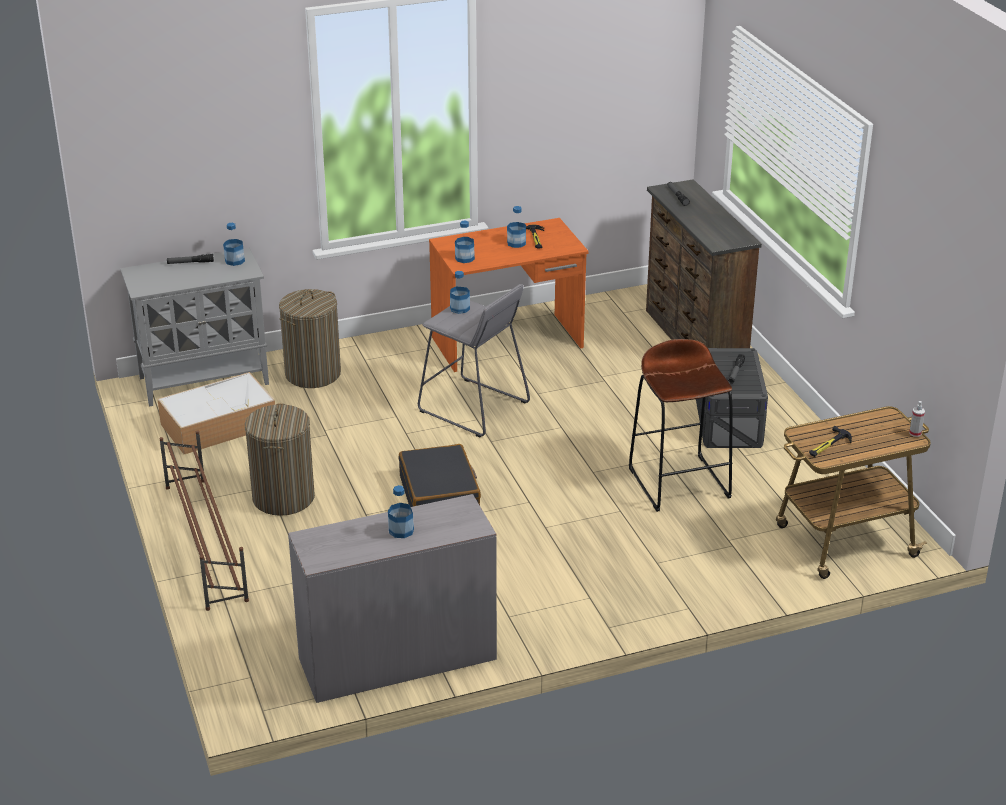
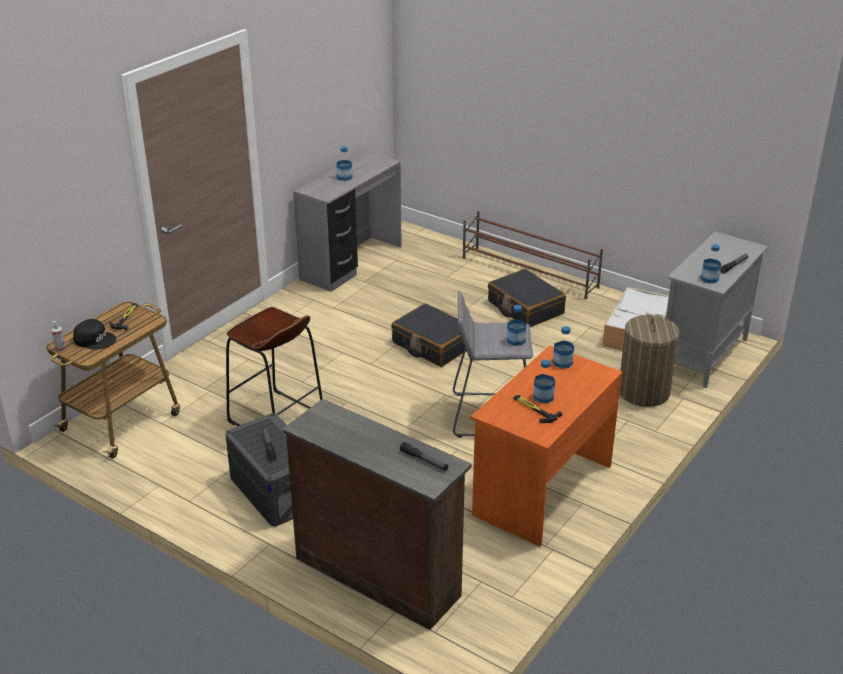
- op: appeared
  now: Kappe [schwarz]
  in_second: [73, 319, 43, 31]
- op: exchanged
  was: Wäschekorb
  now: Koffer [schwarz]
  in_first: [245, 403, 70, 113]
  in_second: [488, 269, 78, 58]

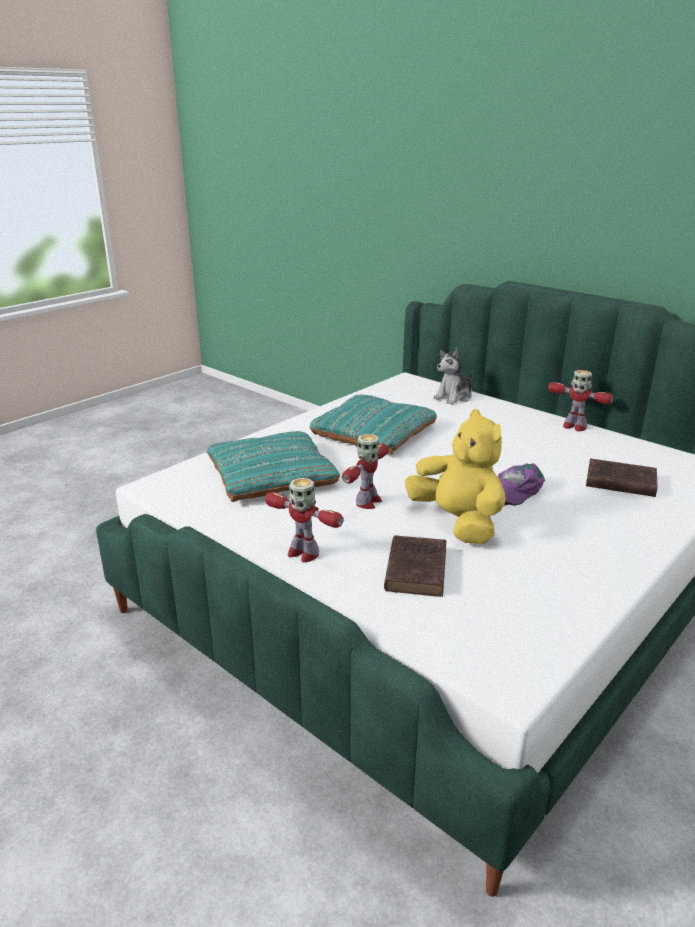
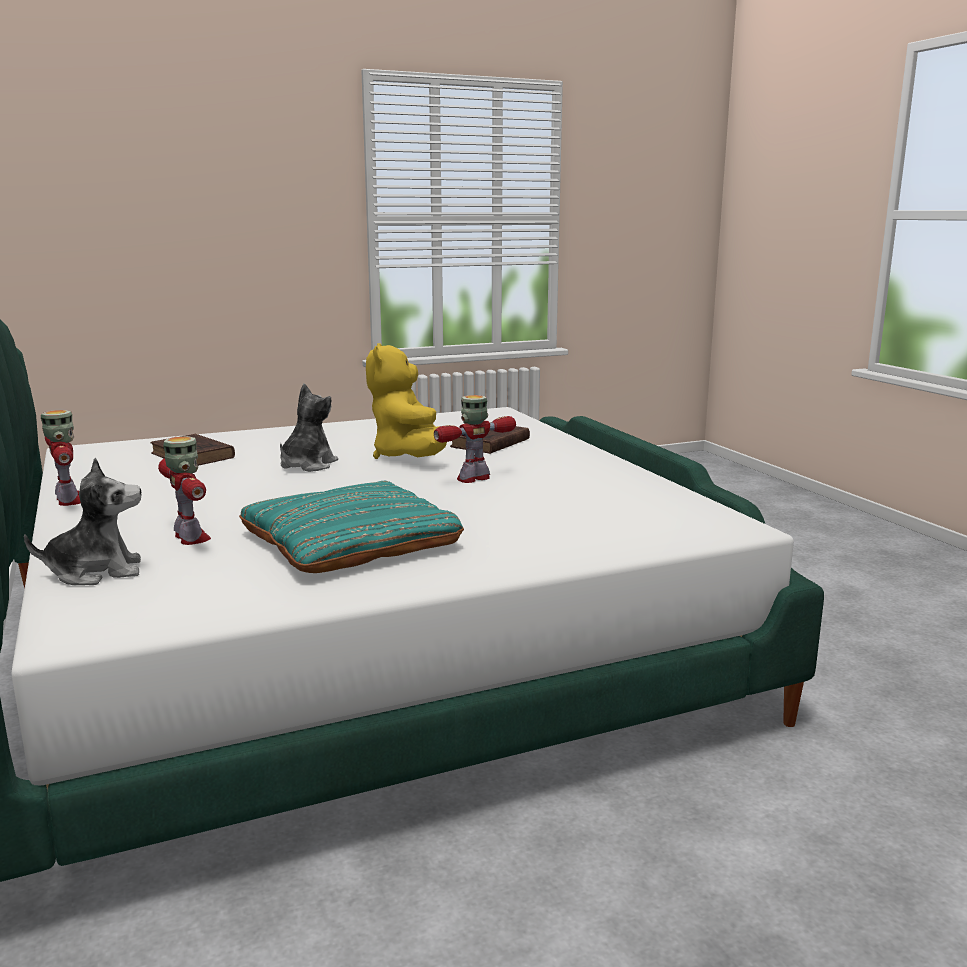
- op: missing
  was: Kissen [türkis]
  in_first: [207, 431, 133, 71]
- op: relocated
  was: Spielzeugroboter
  in_first: [265, 478, 79, 85]
  in_second: [158, 436, 53, 109]
- op: exchanged
  was: Kappe [lila]
  now: Plüschtier
  in_first: [498, 463, 47, 43]
  in_second: [280, 384, 58, 88]

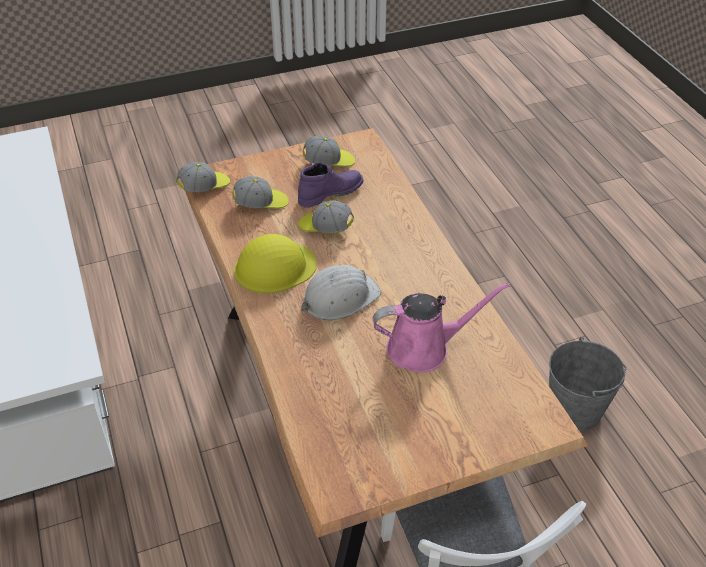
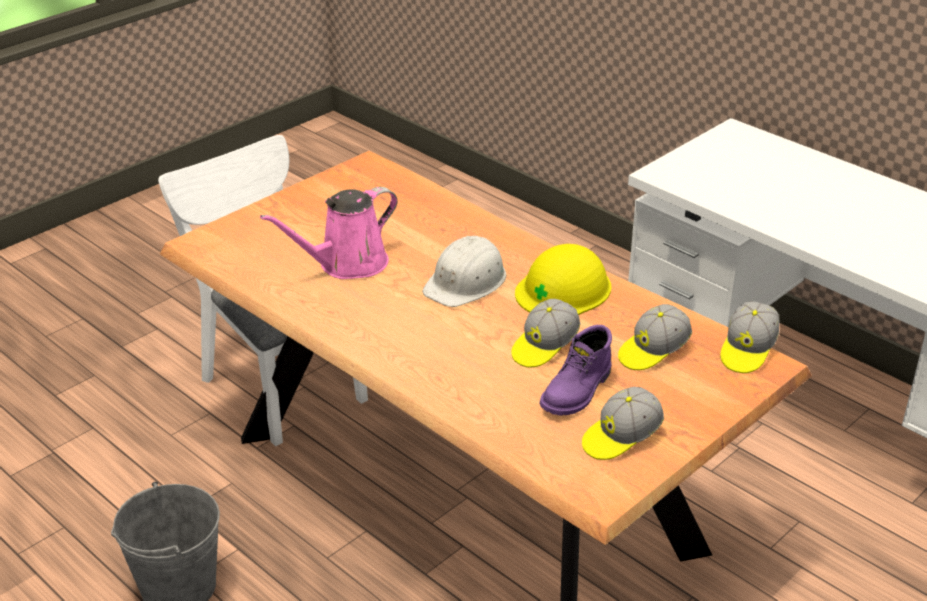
- op: spun
  was: Kappe
  in_first: [298, 200, 56, 33]
  in_second: [511, 299, 70, 69]
  clockwise: 135

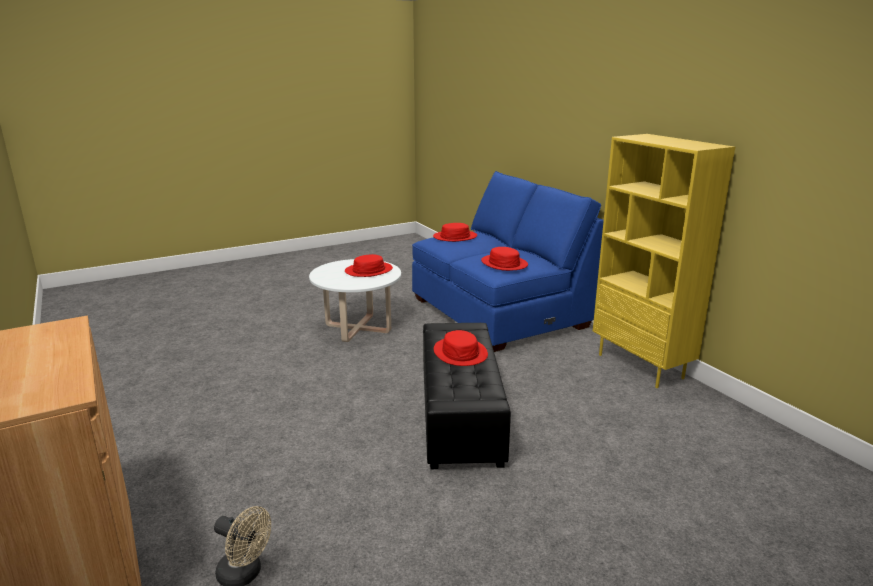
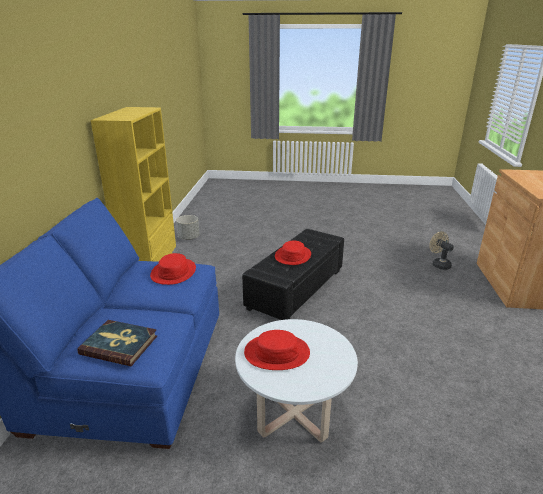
- op: appeared
  now: Pflanzkübel [grau]
  in_second: [176, 215, 24, 25]
- op: exchanged
  was: Hut [rot]
  now: Buch
  in_first: [433, 223, 44, 19]
  in_second: [78, 320, 79, 46]

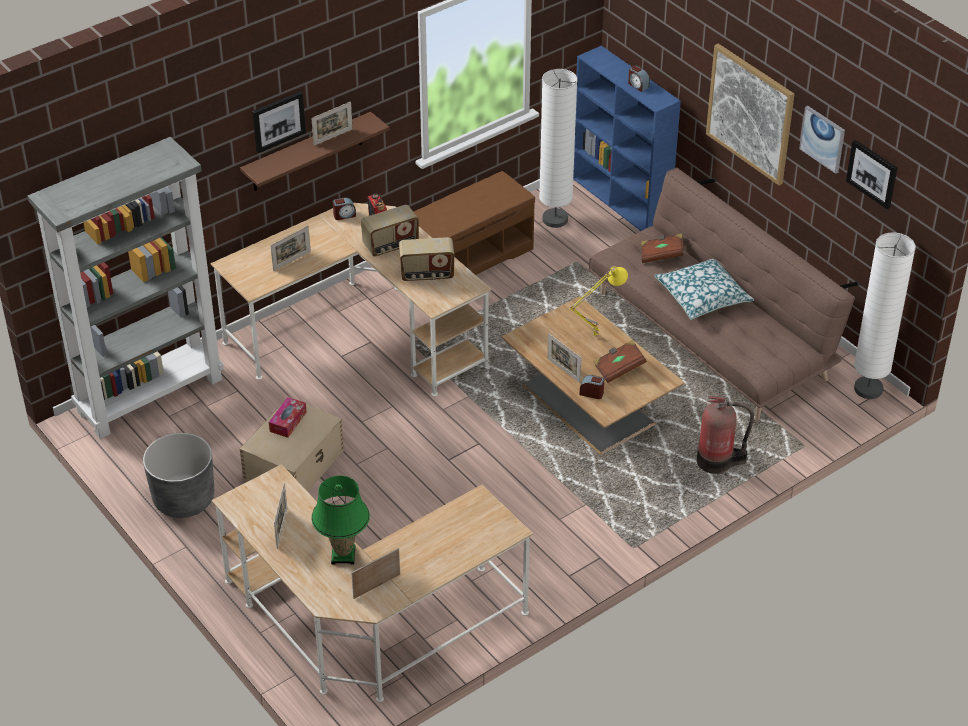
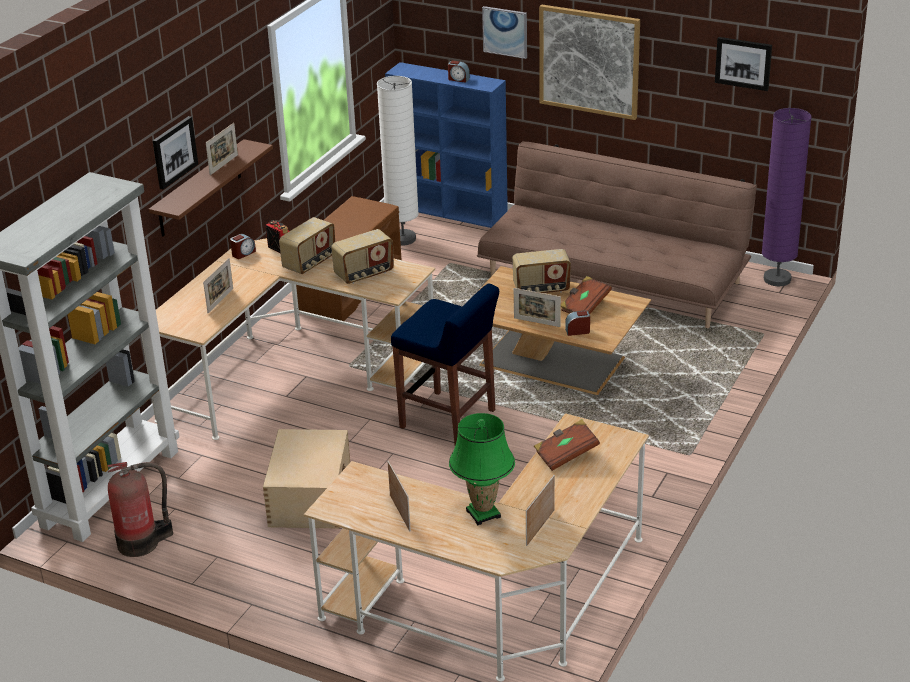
- op: missing
  was: Pflanzkübel [grau]
  in_first: [143, 433, 71, 85]
- op: missing
  was: Taschentuchbox
  in_first: [269, 397, 38, 41]
- op: missing
  was: Kissen
  in_first: [654, 259, 100, 61]
- op: appeared
  now: Hocker [blau]
  in_second: [391, 283, 108, 162]
- op: relocated
  was: Buch [braun]
  in_first: [641, 234, 42, 29]
  in_second: [534, 419, 66, 52]
- op: relocated
  was: Feuerlöscher
  in_first: [697, 396, 57, 78]
  in_second: [107, 462, 66, 95]
- op: relocated
  was: Bild
  in_first: [799, 106, 46, 68]
  in_second: [482, 6, 45, 53]
- op: exchanged
  was: Tischlampe [gelb]
  now: Radio
  in_first: [569, 266, 59, 71]
  in_second: [512, 249, 59, 44]
- op: colour
  was: Stehlampe [weiß]
  now: Stehlampe [lila]
  in_first: [854, 232, 62, 167]
  in_second: [762, 108, 50, 178]

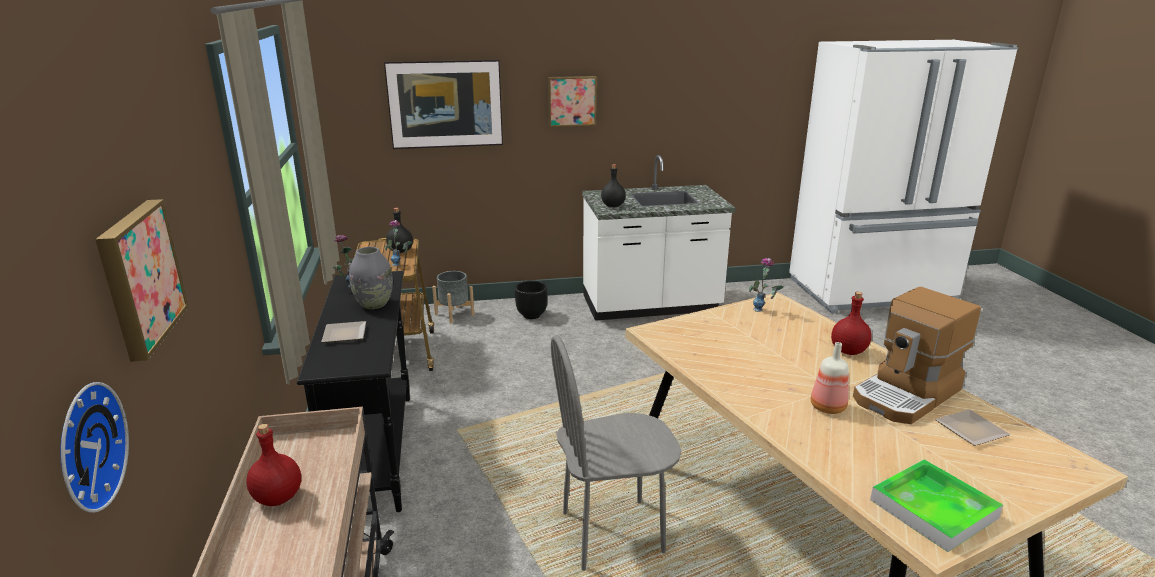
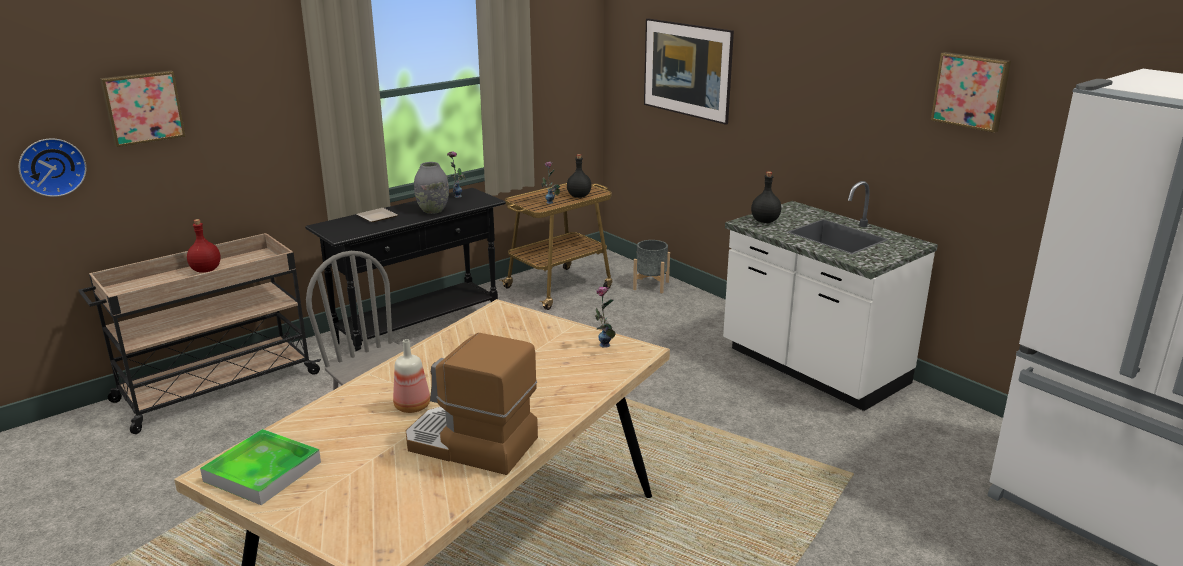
- op: missing
  was: Pflanzkübel [schwarz]
  in_first: [515, 280, 33, 39]
- op: missing
  was: Flasche [rot]
  in_first: [831, 292, 41, 63]
- op: missing
  was: Teller
  in_first: [935, 410, 75, 36]
- op: relocated
  was: Bild
  in_first: [548, 76, 49, 51]
  in_second: [931, 52, 80, 81]

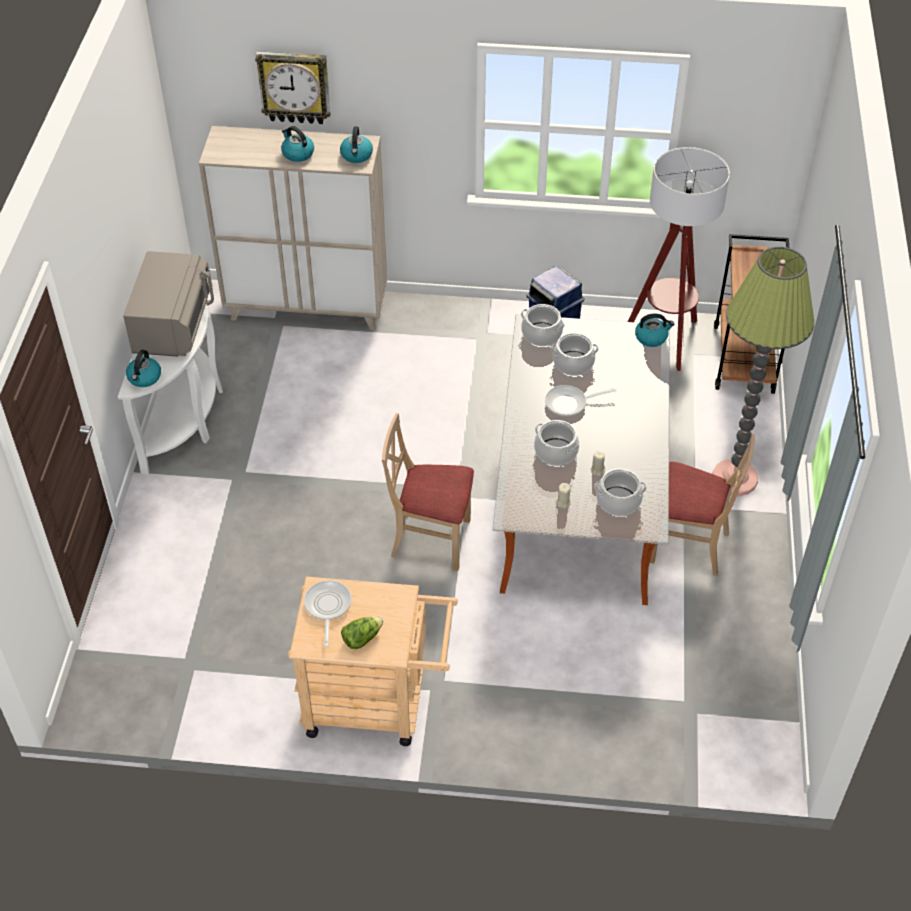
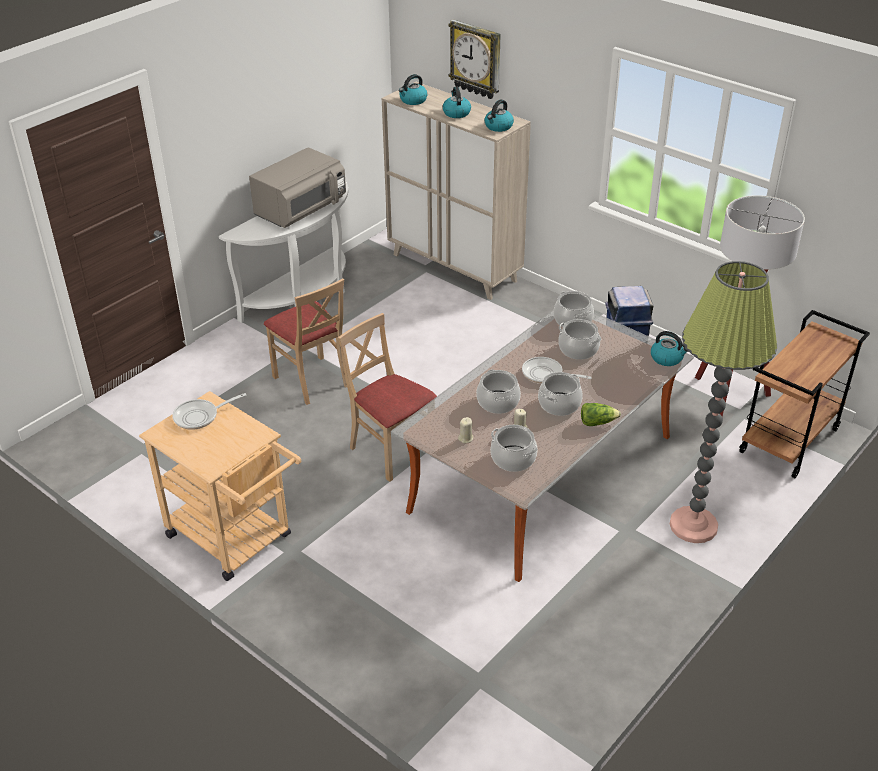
- op: appeared
  now: Kochtopf
  in_second: [538, 372, 45, 44]
- op: relocated
  was: Wasserkessel
  in_first: [126, 350, 35, 37]
  in_second: [399, 74, 28, 31]
- op: relocated
  was: Salatkopf
  in_first: [341, 617, 42, 32]
  in_second: [581, 403, 40, 23]
- op: relocated
  was: Stuhl [beige]
  in_first: [650, 434, 105, 142]
  in_second: [264, 278, 83, 127]
- op: spun
  was: Pfanne
  in_first: [304, 580, 47, 67]
  in_second: [173, 393, 73, 37]
  clockwise: -150

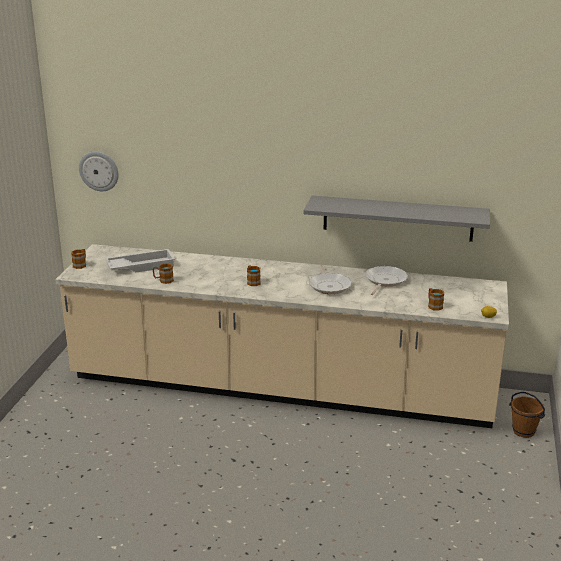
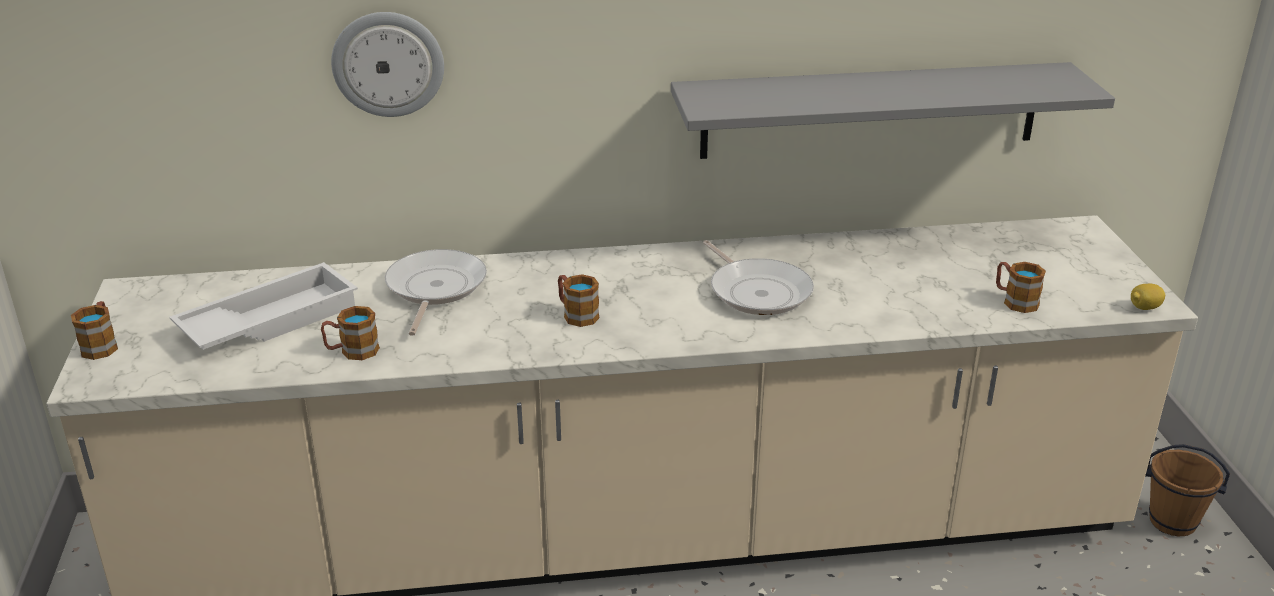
- op: relocated
  was: Wanduhr
  in_first: [79, 151, 40, 40]
  in_second: [331, 12, 113, 105]
- op: relocated
  was: Pfanne
  in_first: [365, 266, 43, 29]
  in_second: [385, 249, 102, 87]

